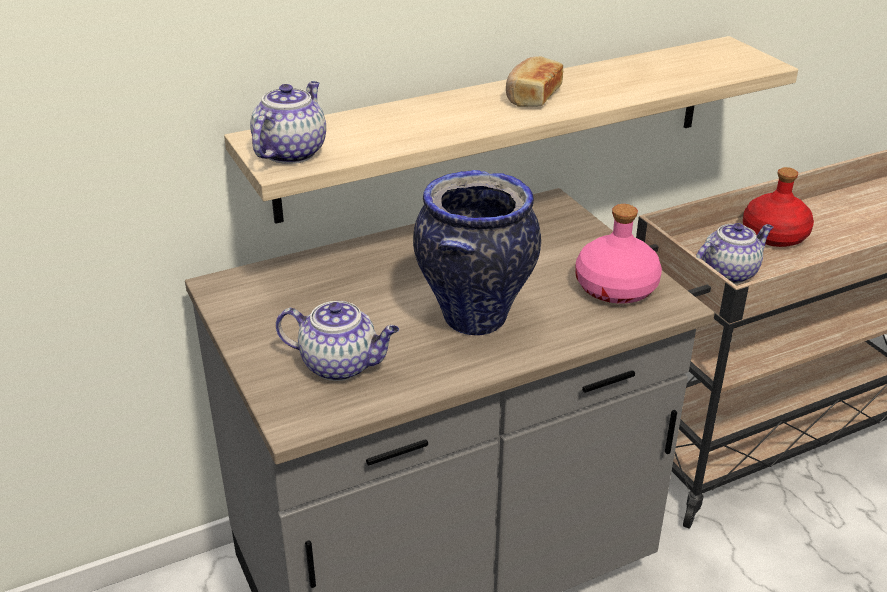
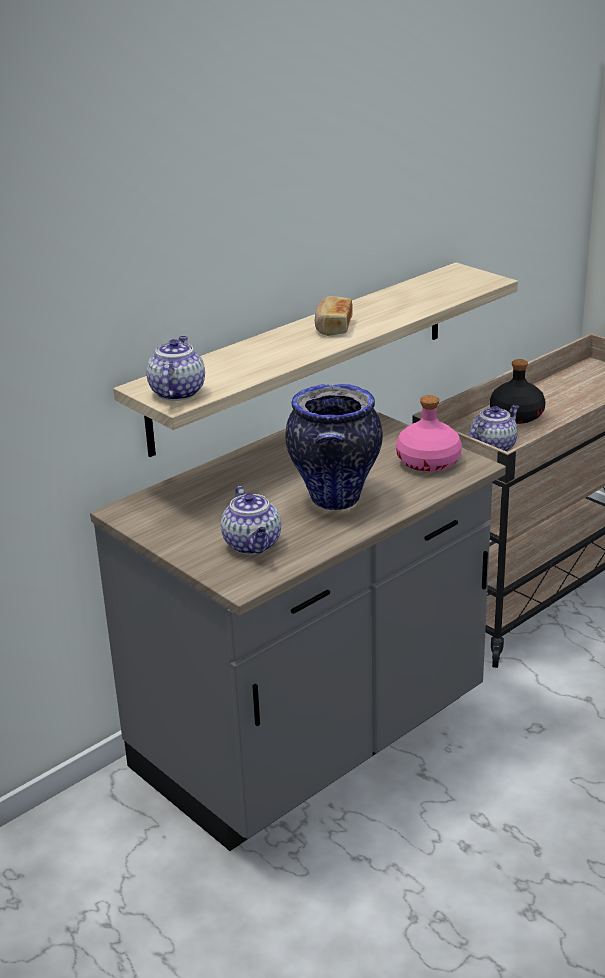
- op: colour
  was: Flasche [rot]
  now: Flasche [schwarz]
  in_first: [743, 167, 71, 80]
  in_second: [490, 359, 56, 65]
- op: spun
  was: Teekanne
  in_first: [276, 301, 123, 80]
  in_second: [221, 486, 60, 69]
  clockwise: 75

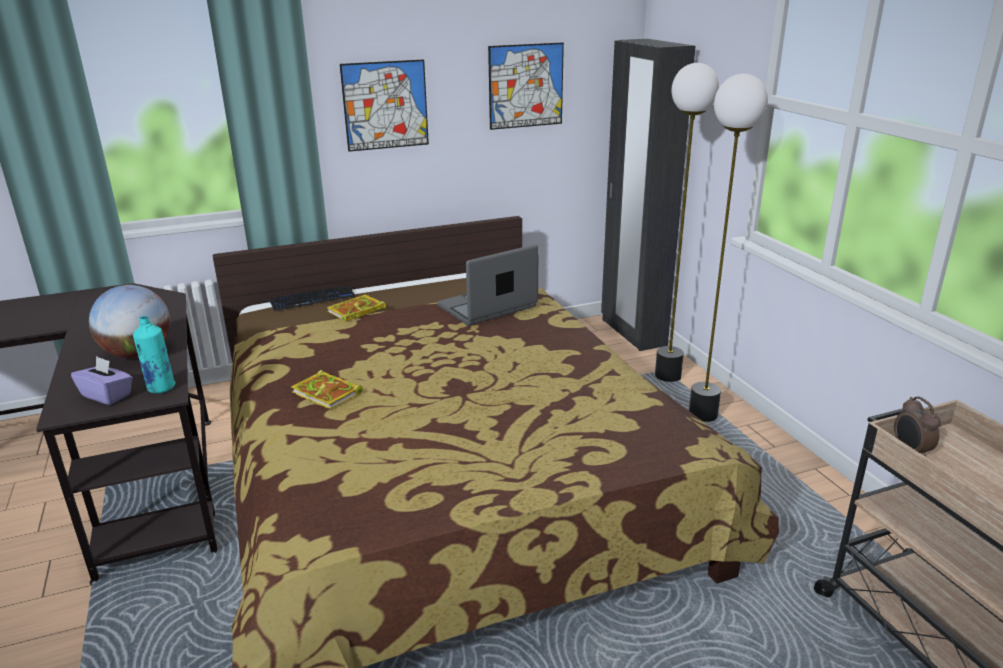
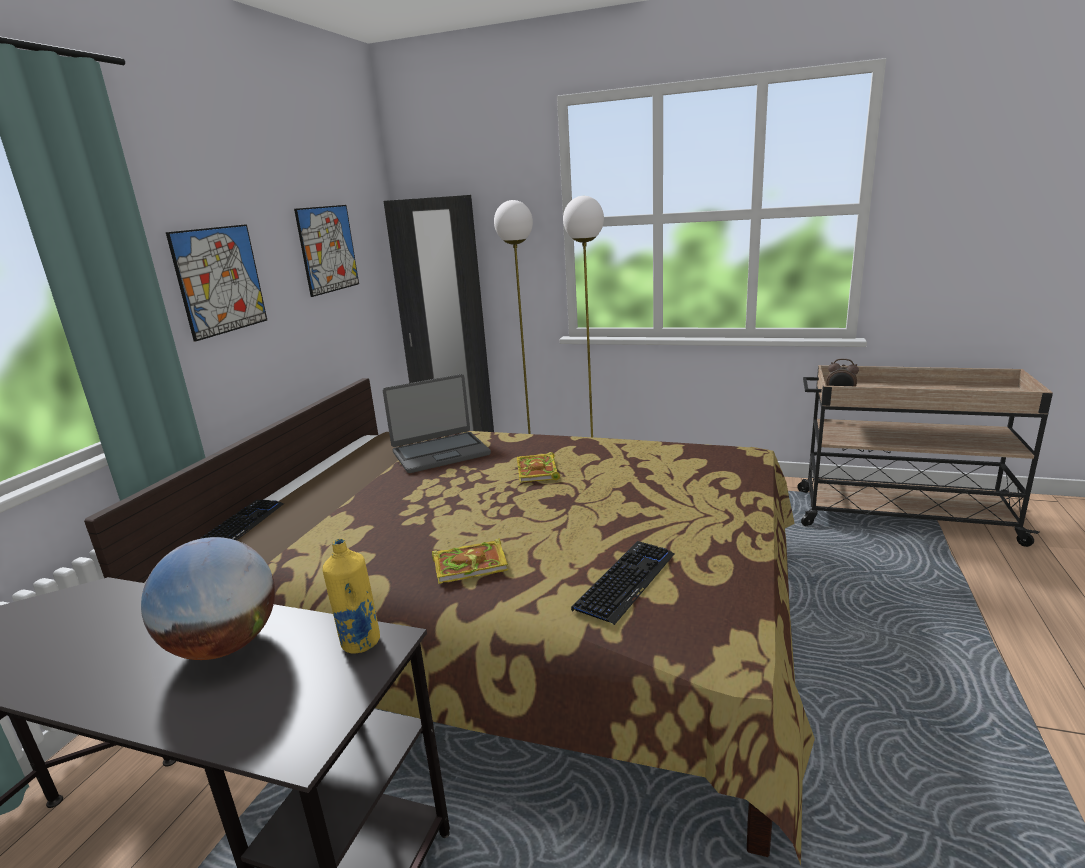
- op: missing
  was: Taschentuchbox [lila]
  in_first: [71, 356, 62, 49]
- op: appeared
  now: Tastatur
  in_second: [571, 541, 103, 84]
- op: relocated
  was: Buch
  in_first: [327, 295, 59, 27]
  in_second: [517, 452, 43, 31]
- op: colour
  was: Flasche [türkis]
  now: Flasche [gelb]
  in_first: [133, 316, 43, 77]
  in_second: [322, 539, 58, 114]
- op: spun
  was: Laptop
  in_first: [437, 244, 102, 82]
  in_second: [383, 374, 108, 99]
  clockwise: -120

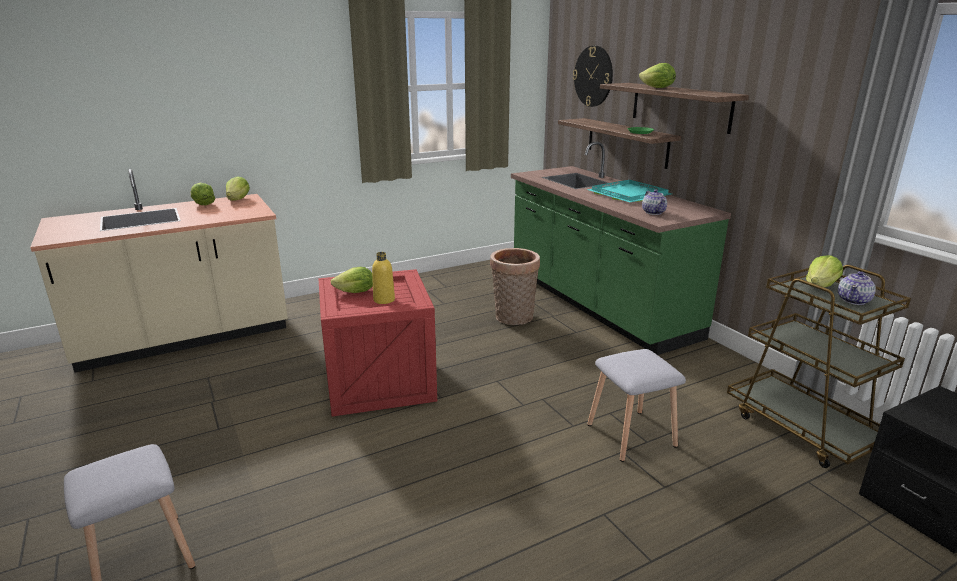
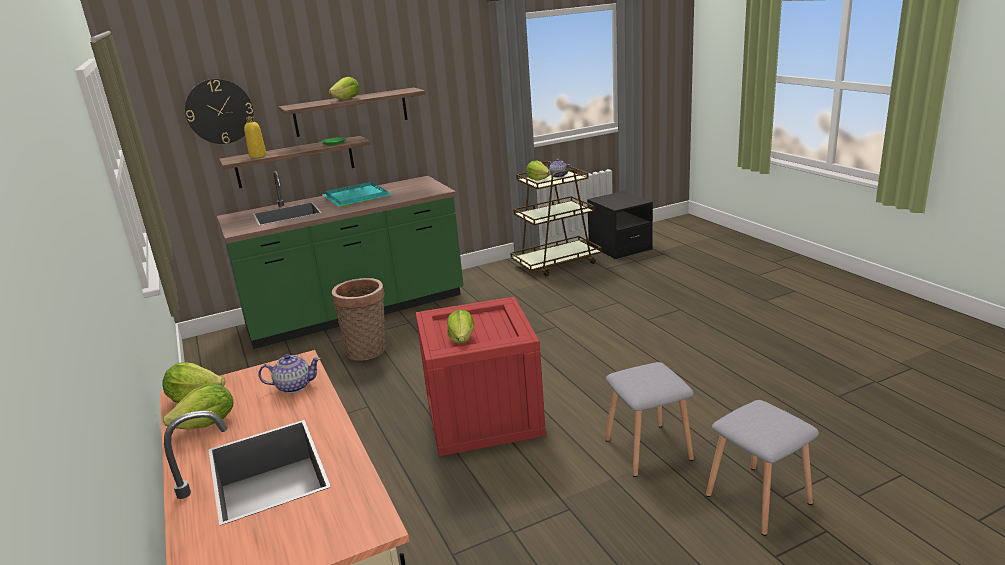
- op: relocated
  was: Flasche [gelb]
  in_first: [372, 252, 23, 52]
  in_second: [244, 116, 23, 42]
- op: relocated
  was: Hocker [grau]
  in_first: [587, 349, 99, 113]
  in_second: [605, 362, 89, 115]
- op: relocated
  was: Teekanne
  in_first: [642, 189, 25, 26]
  in_second: [258, 354, 63, 39]

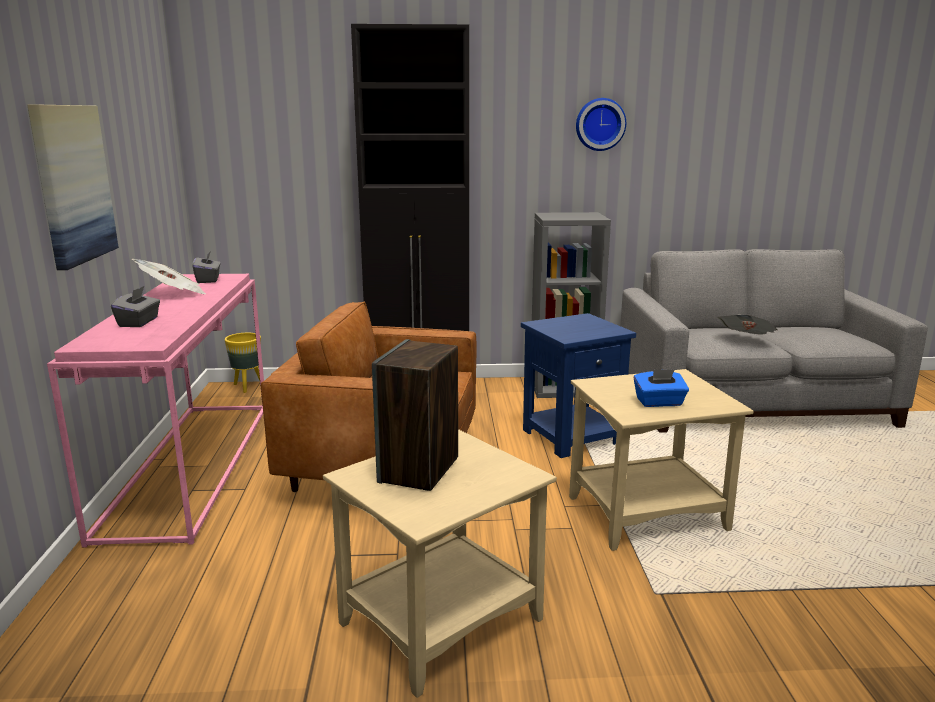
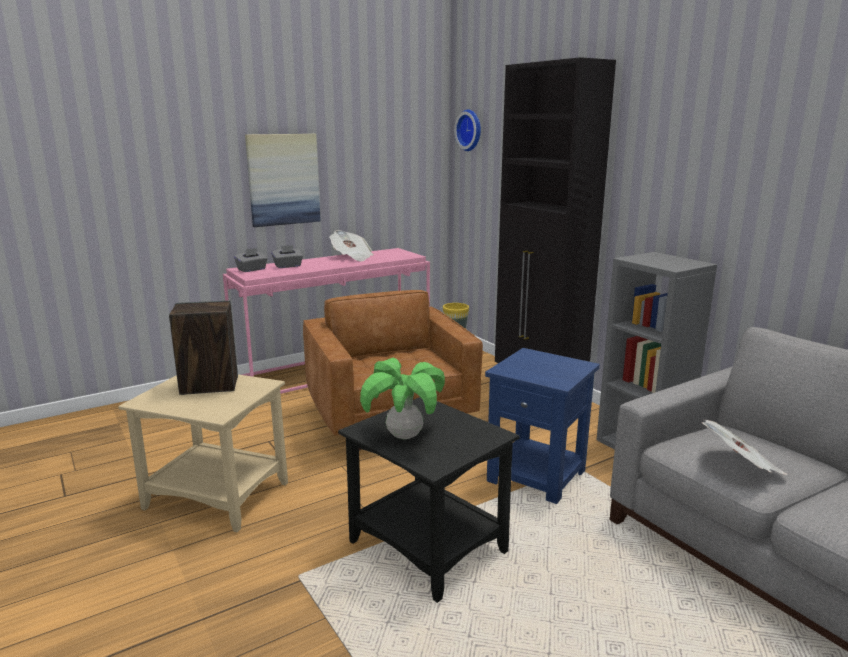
- op: relocated
  was: Taschentuchbox [grau]
  in_first: [193, 251, 27, 32]
  in_second: [234, 248, 34, 24]
- op: relocated
  was: Wanduhr
  in_first: [576, 98, 50, 53]
  in_second: [454, 110, 27, 41]
- op: exchanged
  was: Taschentuchbox [blau]
  now: Topfpflanze
  in_first: [634, 369, 55, 38]
  in_second: [360, 358, 85, 82]
- op: colour
  was: Beistelltisch [beige]
  now: Beistelltisch [schwarz]
  in_first: [569, 369, 184, 182]
  in_second: [338, 397, 182, 206]

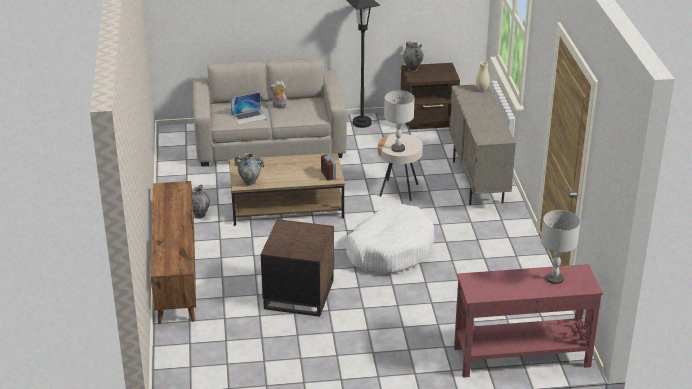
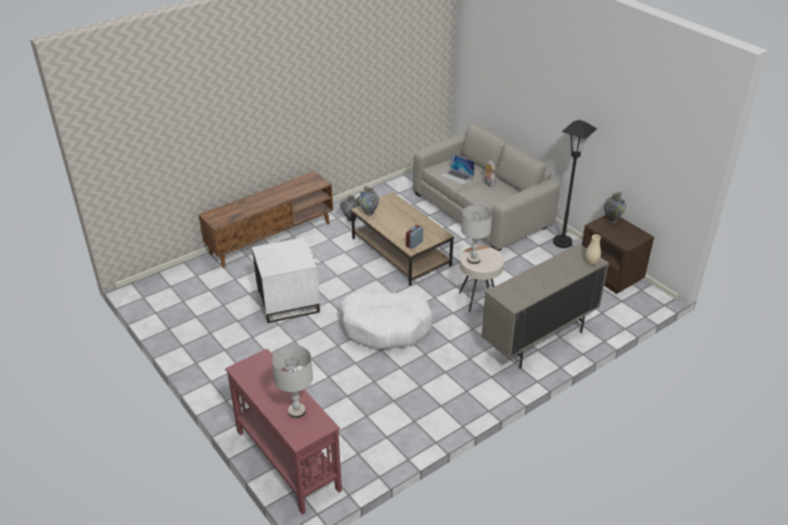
- op: colour
  was: Beistelltisch [braun]
  now: Beistelltisch [weiß]
  in_first: [261, 219, 73, 98]
  in_second: [252, 237, 68, 86]

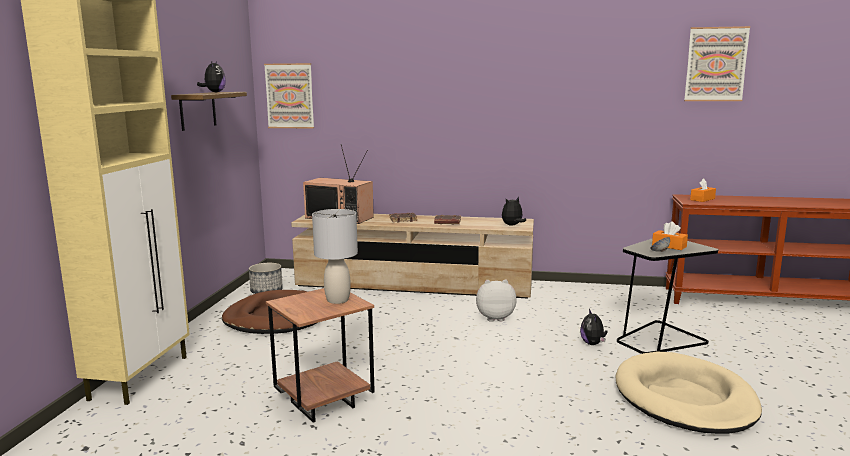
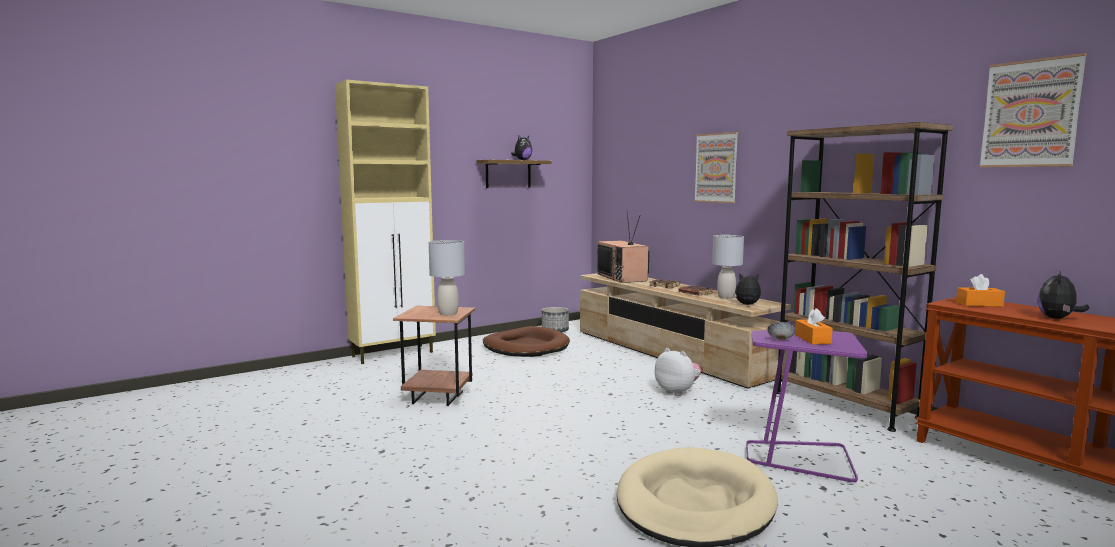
- op: appeared
  now: Tischlampe [grau]
  in_second: [712, 235, 32, 64]
- op: appeared
  now: Bücherregal [braun]
  in_second: [777, 122, 176, 310]
- op: relocated
  was: Bild
  in_first: [264, 63, 50, 66]
  in_second: [694, 132, 45, 71]
- op: relocated
  was: Plüschtier
  in_first: [580, 309, 28, 36]
  in_second: [1038, 270, 51, 49]
- op: colour
  was: Beistelltisch [schwarz]
  now: Beistelltisch [lila]
  in_first: [617, 238, 102, 116]
  in_second: [746, 330, 122, 152]

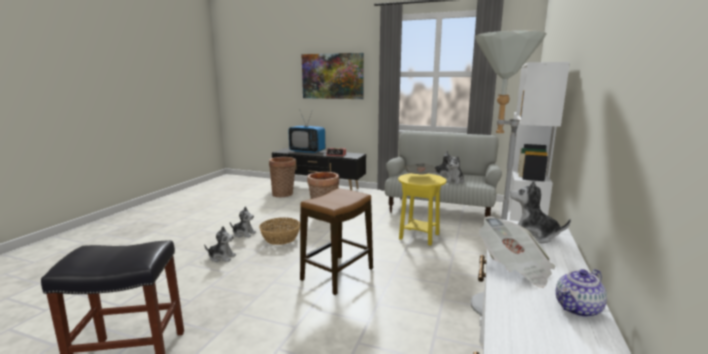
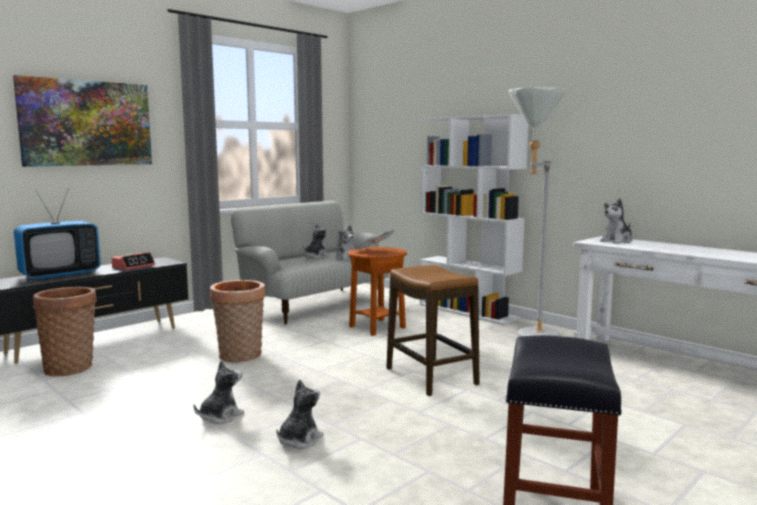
- op: missing
  was: Korb
  in_first: [259, 217, 41, 28]
- op: missing
  was: Zeitung
  in_first: [479, 216, 76, 72]
- op: missing
  was: Teekanne
  in_first: [556, 269, 51, 48]
- op: colour
  was: Beistelltisch [gelb]
  now: Beistelltisch [braun]
  in_first: [398, 173, 48, 73]
  in_second: [348, 247, 59, 89]

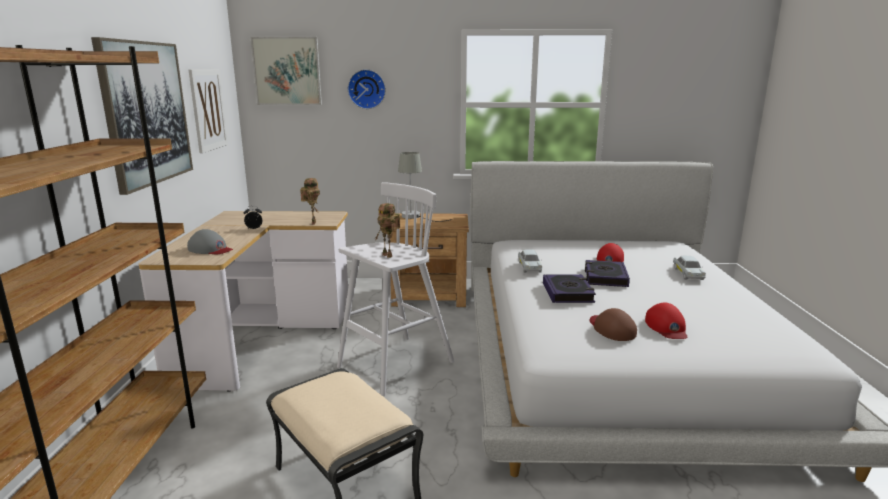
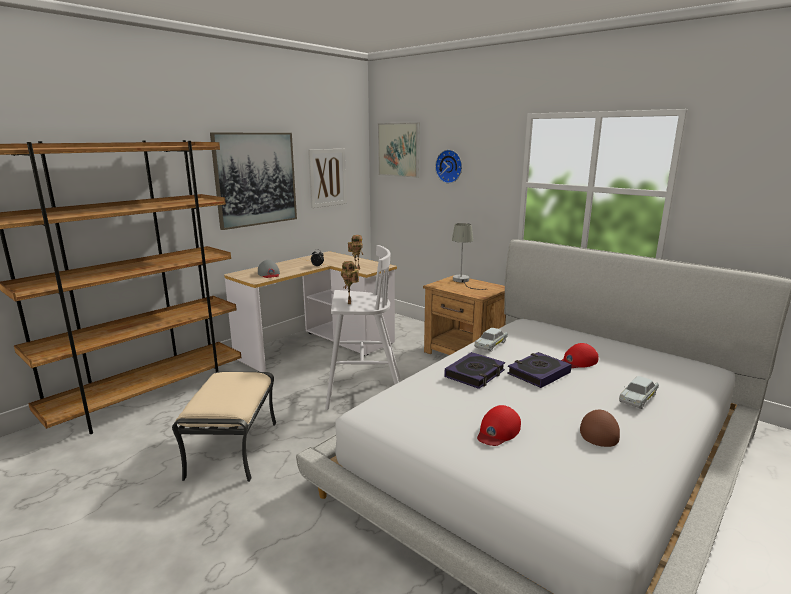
- op: relocated
  was: Kappe [braun]
  in_first: [589, 308, 48, 33]
  in_second: [580, 410, 40, 37]

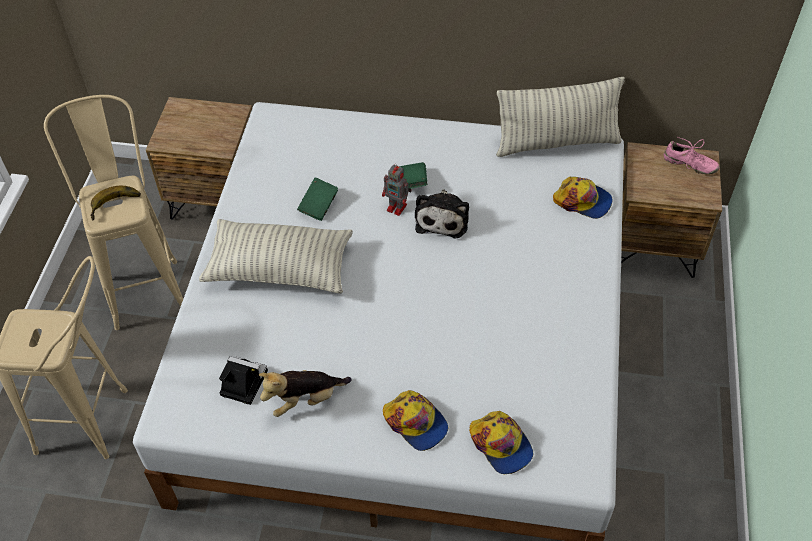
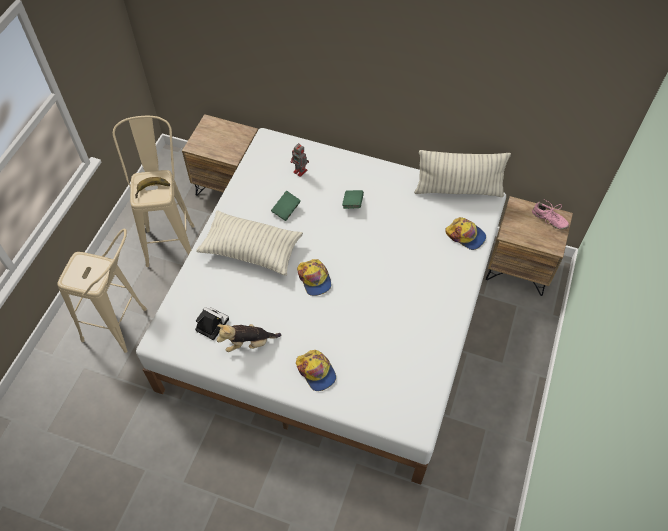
- op: missing
  was: Plüschtier
  in_first: [415, 189, 54, 50]
- op: relocated
  was: Spielzeugroboter
  in_first: [382, 164, 30, 52]
  in_second: [290, 143, 19, 34]
- op: relocated
  was: Kappe
  in_first: [469, 411, 64, 63]
  in_second: [297, 259, 34, 37]

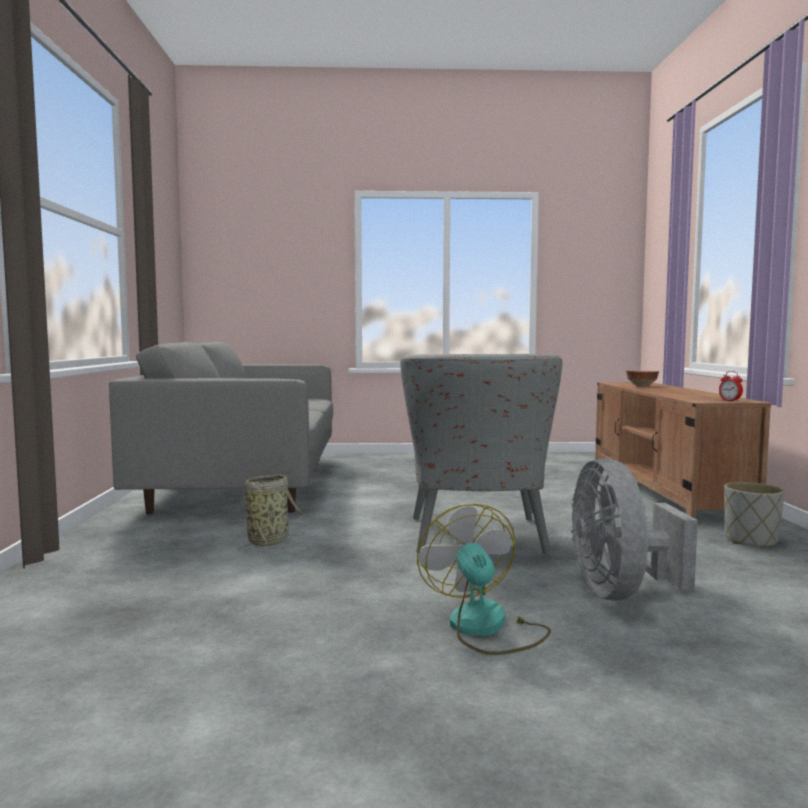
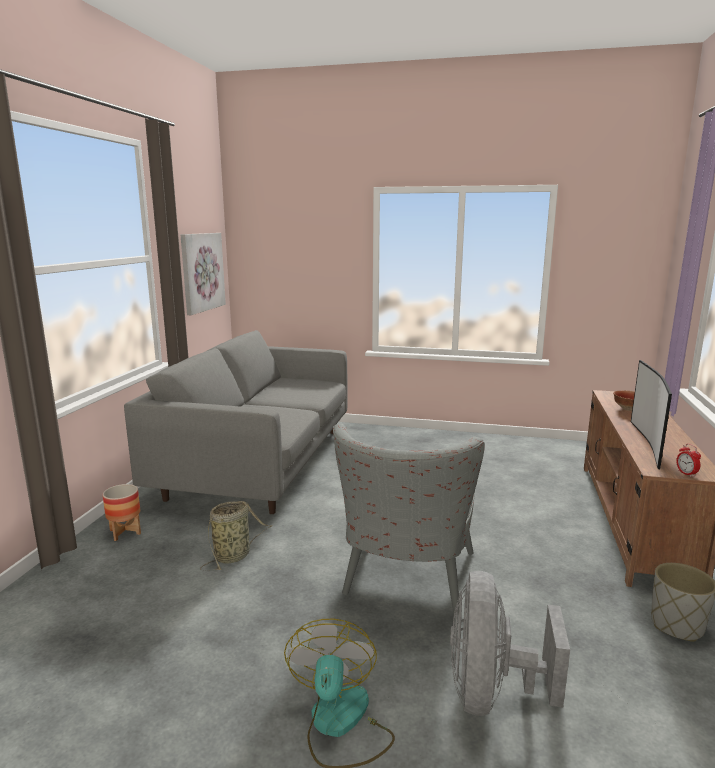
- op: appeared
  now: Pflanzkübel
  in_second: [103, 484, 38, 57]
- op: appeared
  now: Bild
  in_second: [181, 233, 45, 82]
- op: appeared
  now: Fernseher
  in_second: [631, 360, 41, 109]

